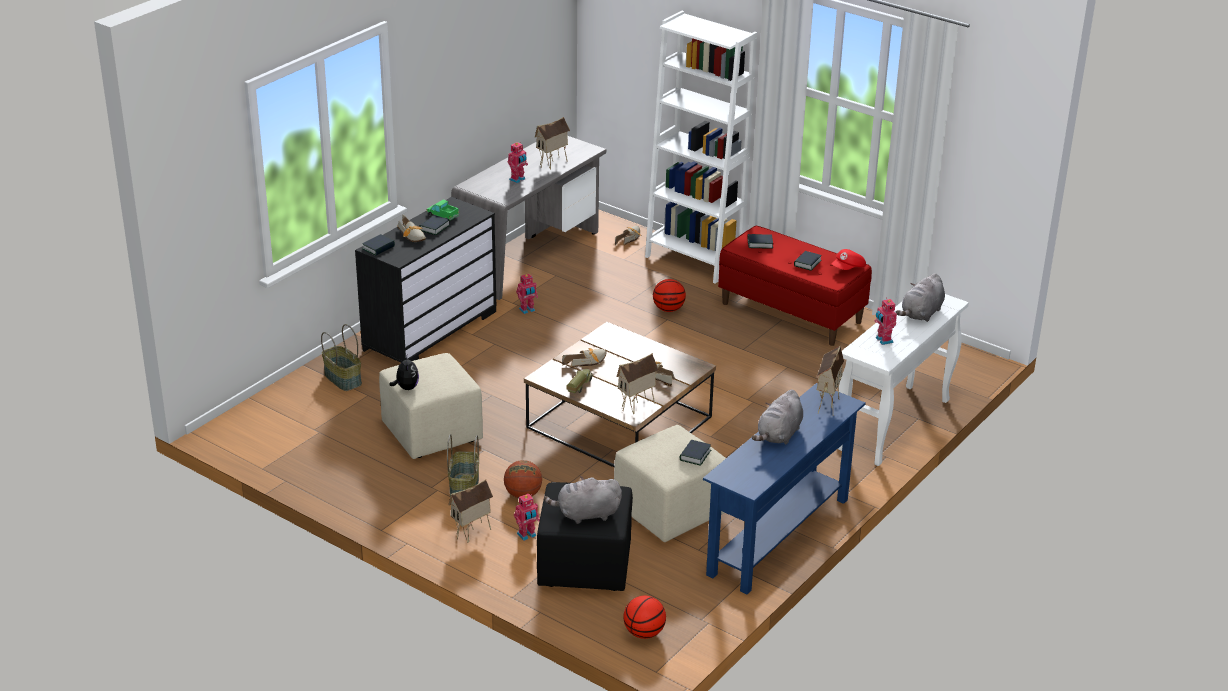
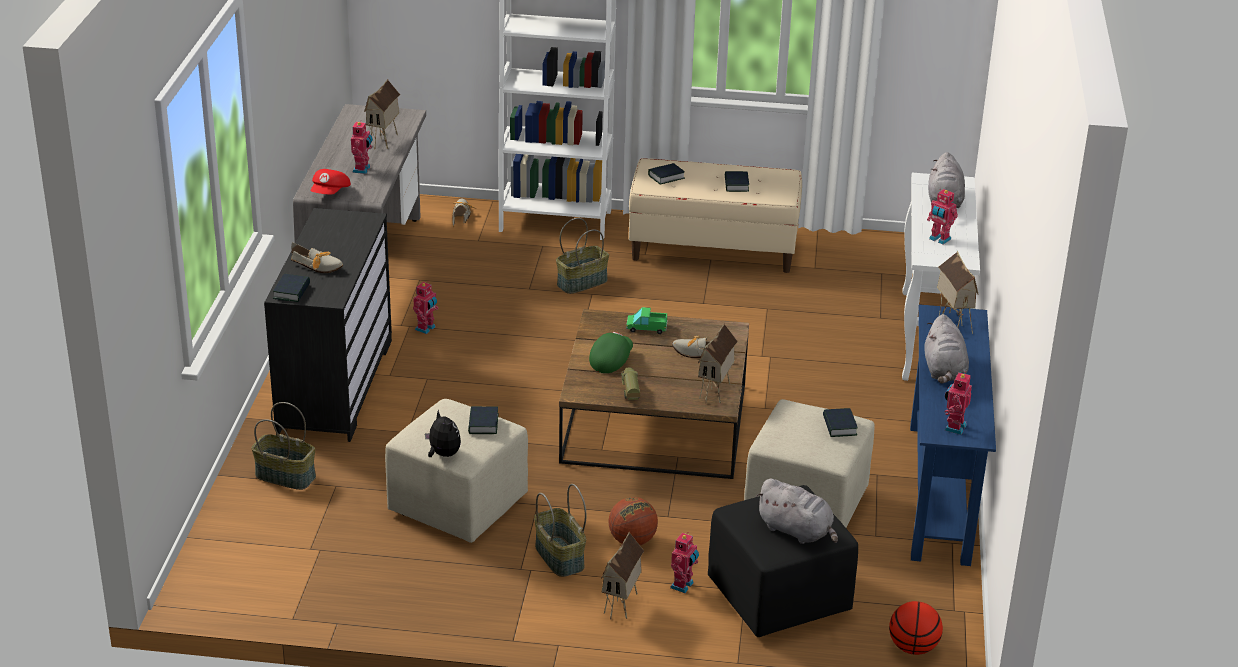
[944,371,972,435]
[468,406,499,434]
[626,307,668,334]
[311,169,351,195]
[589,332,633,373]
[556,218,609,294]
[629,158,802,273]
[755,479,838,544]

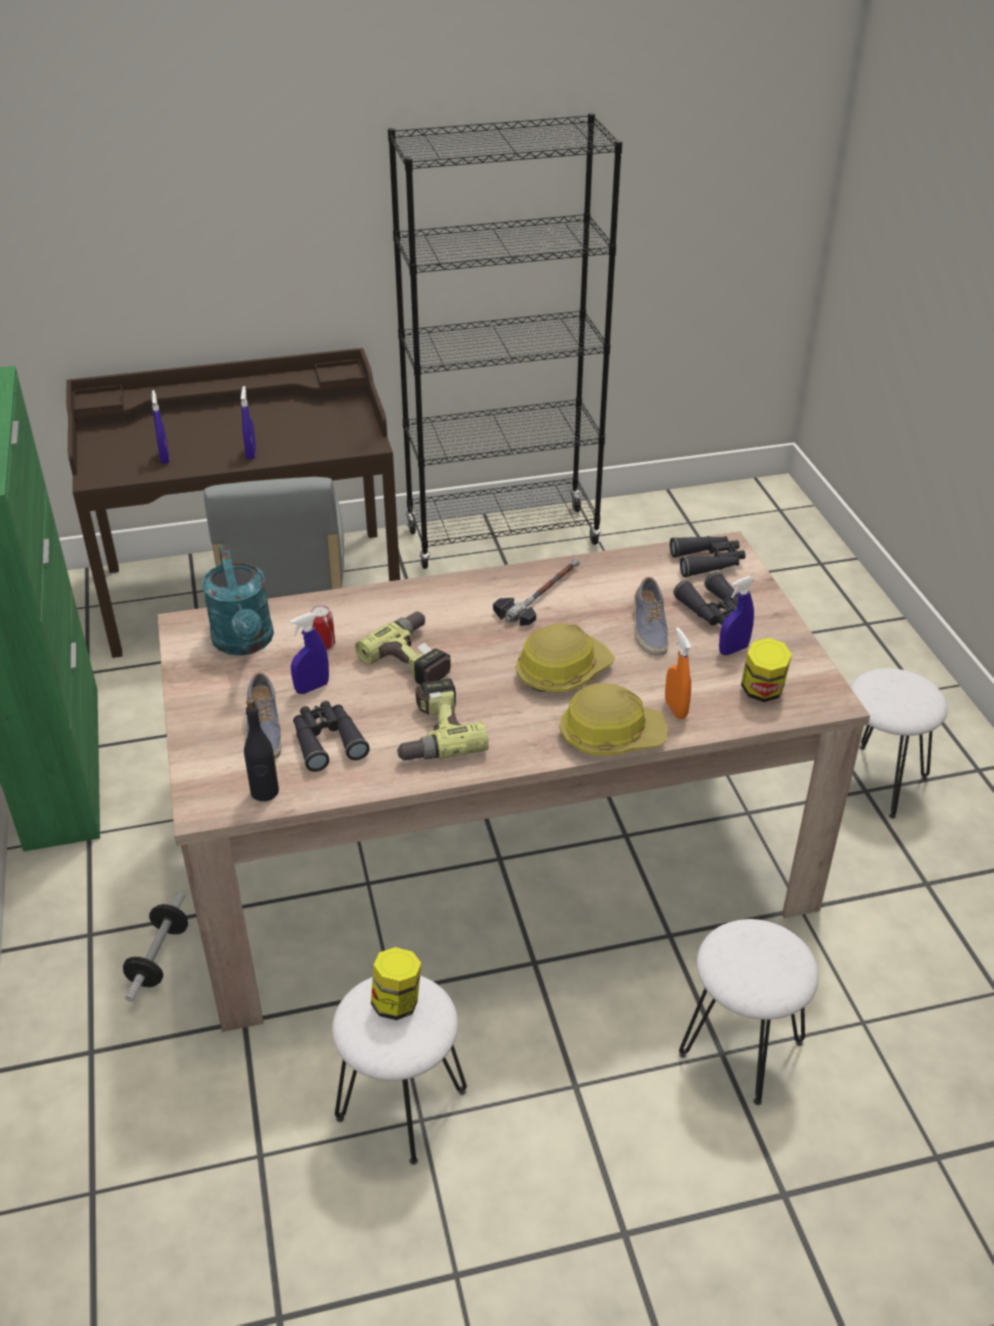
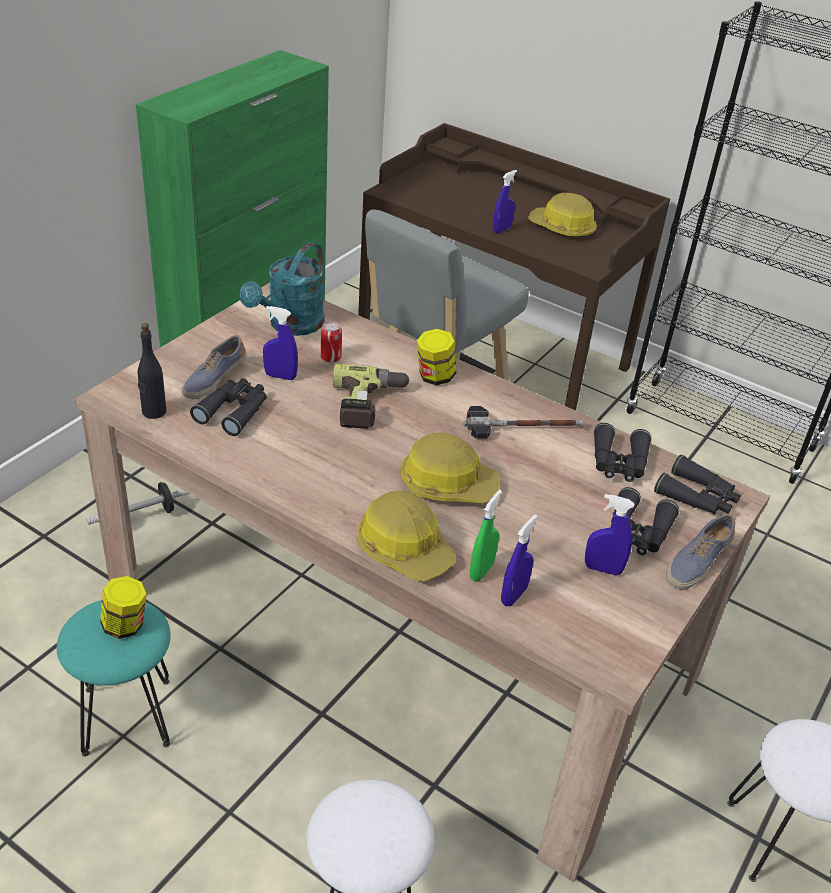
[395,678,489,761] (first image)
[528,193,597,238]
[593,423,652,482]
[501,514,538,607]
[666,514,736,590]
[417,329,456,385]
[57,600,171,757]
[470,490,502,582]

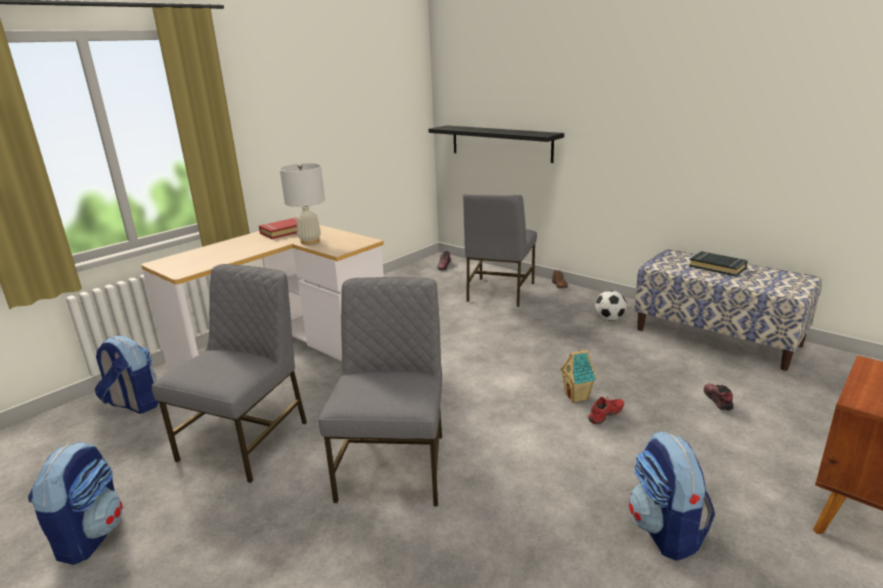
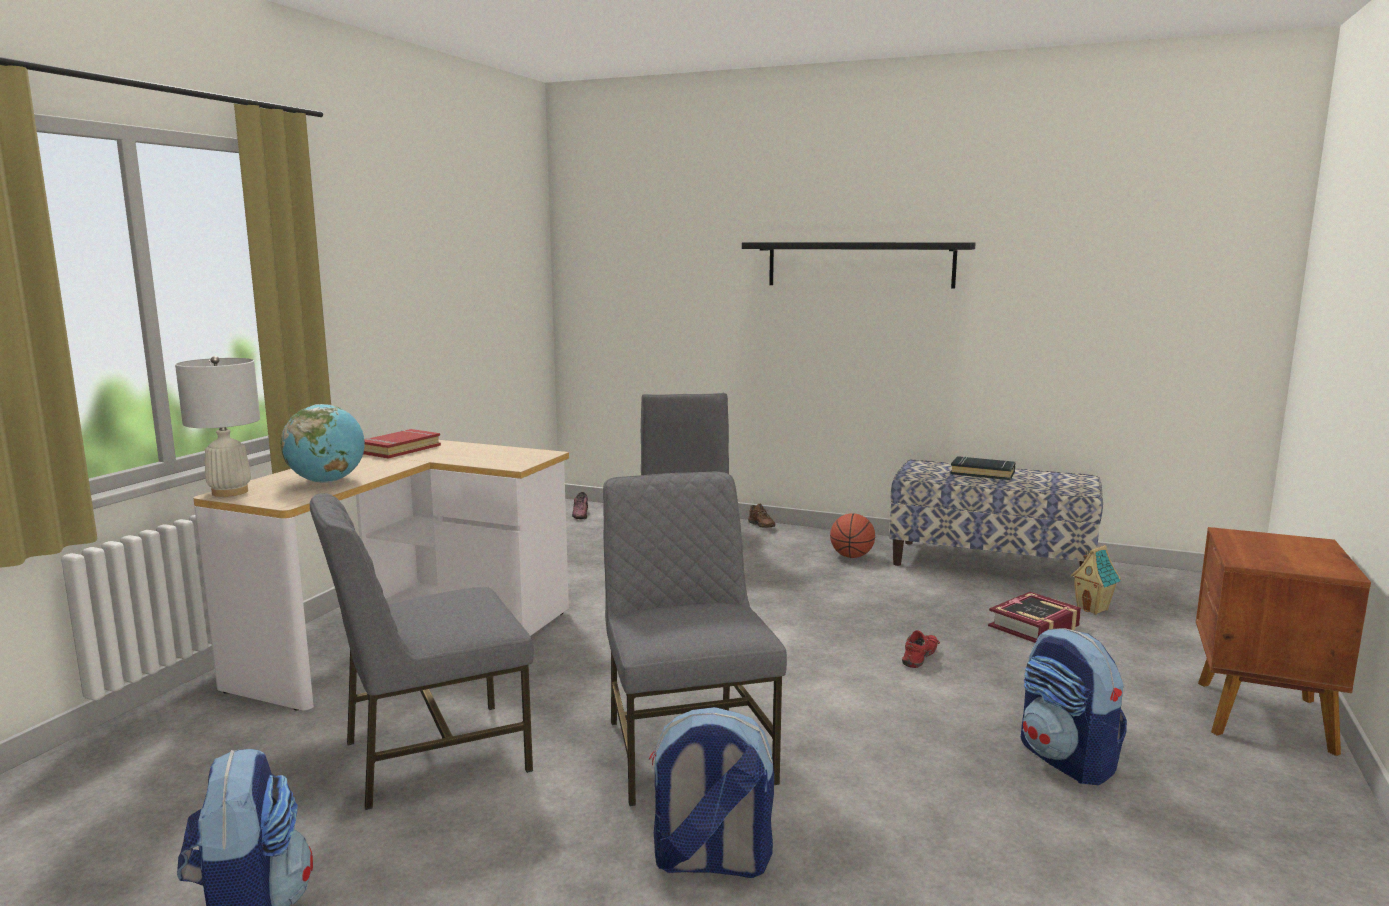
[281,404,365,483]
[649,707,774,878]
[175,356,260,497]
[742,242,976,289]
[1070,545,1121,614]
[830,513,875,558]
[988,592,1081,643]
[310,493,534,810]

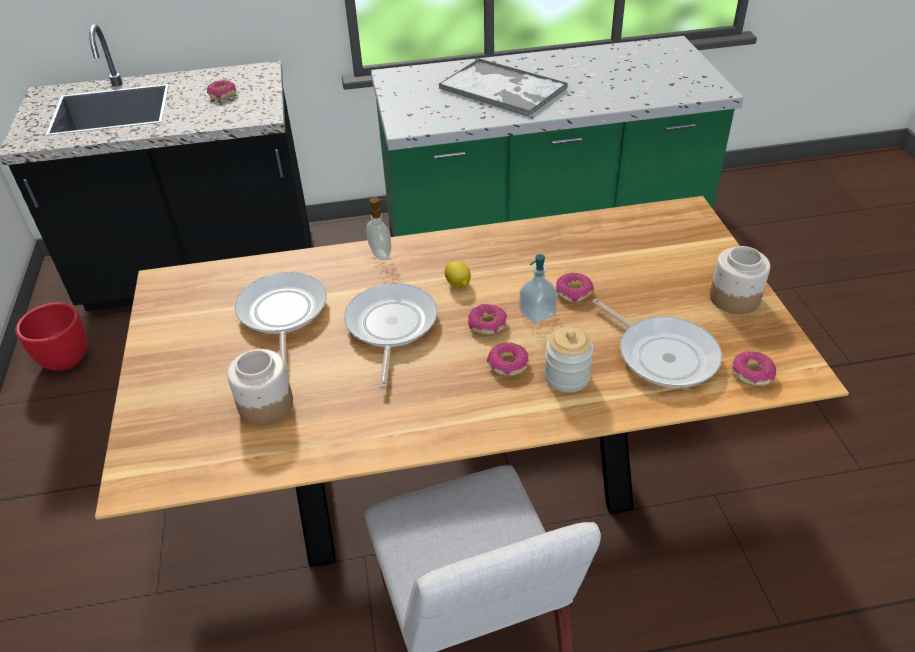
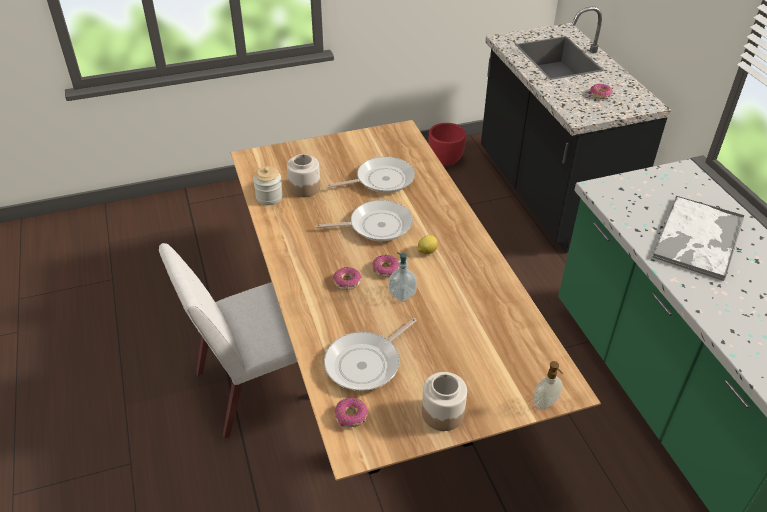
[556,273,594,302] (first image)
[534,361,563,410]
[253,166,283,205]

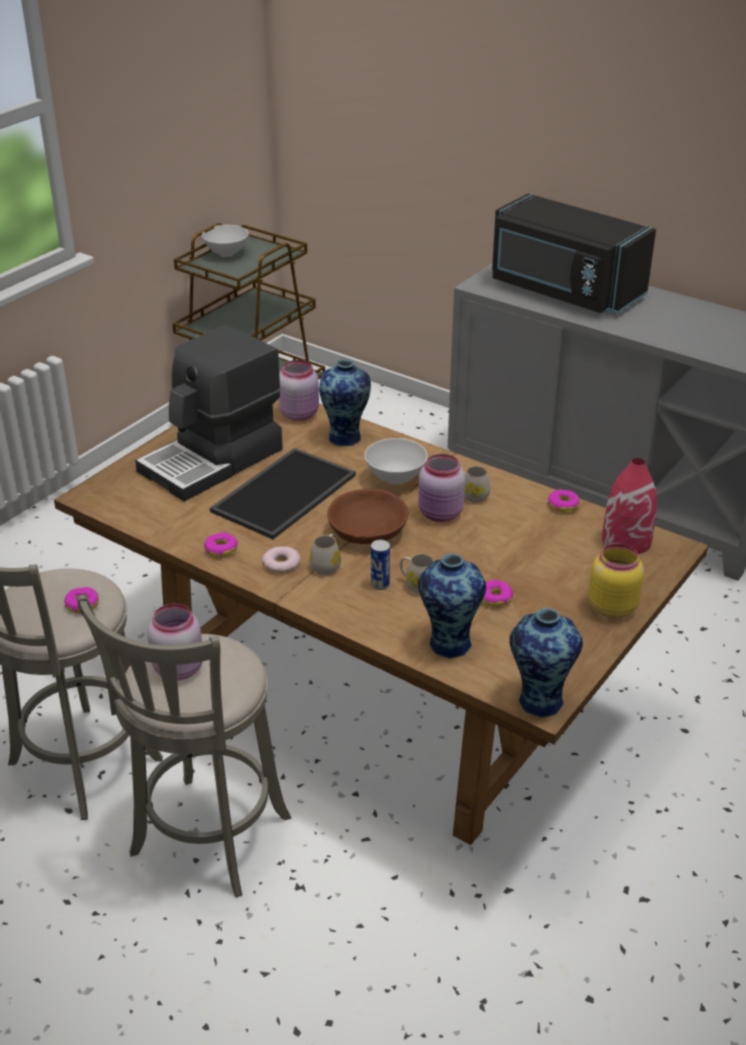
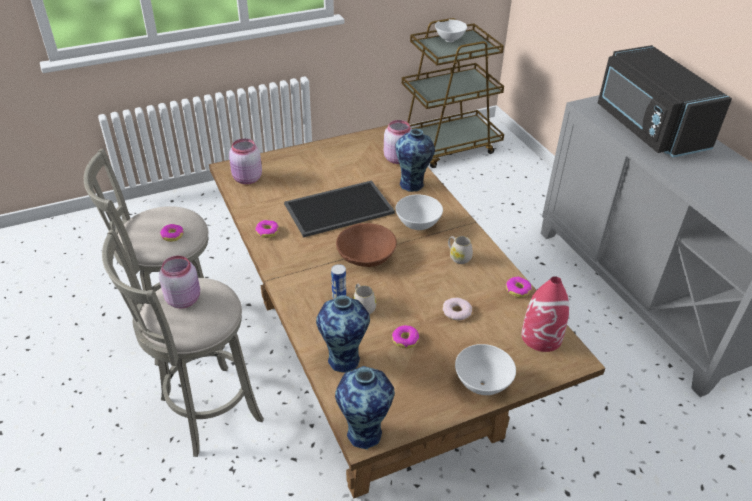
[135,325,283,501] (first image)
[310,534,341,575] (first image)
[443,298,472,321]
[229,139,262,184]
[455,344,516,395]

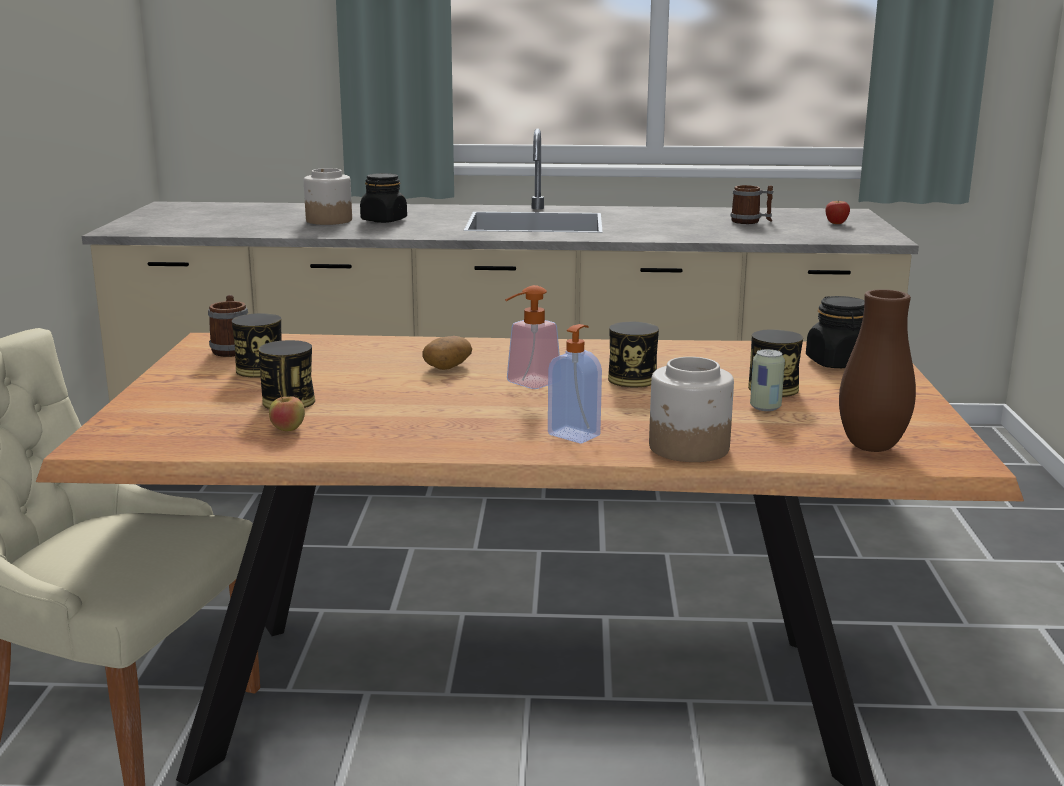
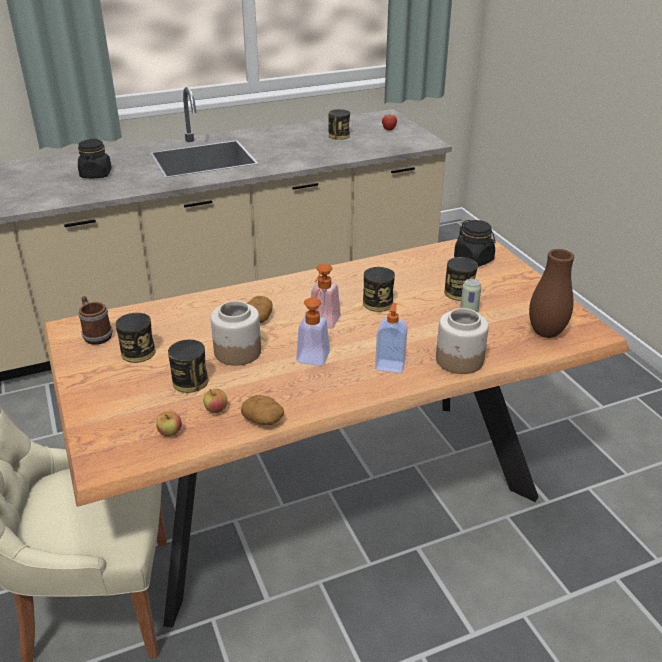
[156,411,182,437]
[241,395,284,425]
[296,288,330,366]
[211,301,261,366]
[329,109,350,140]

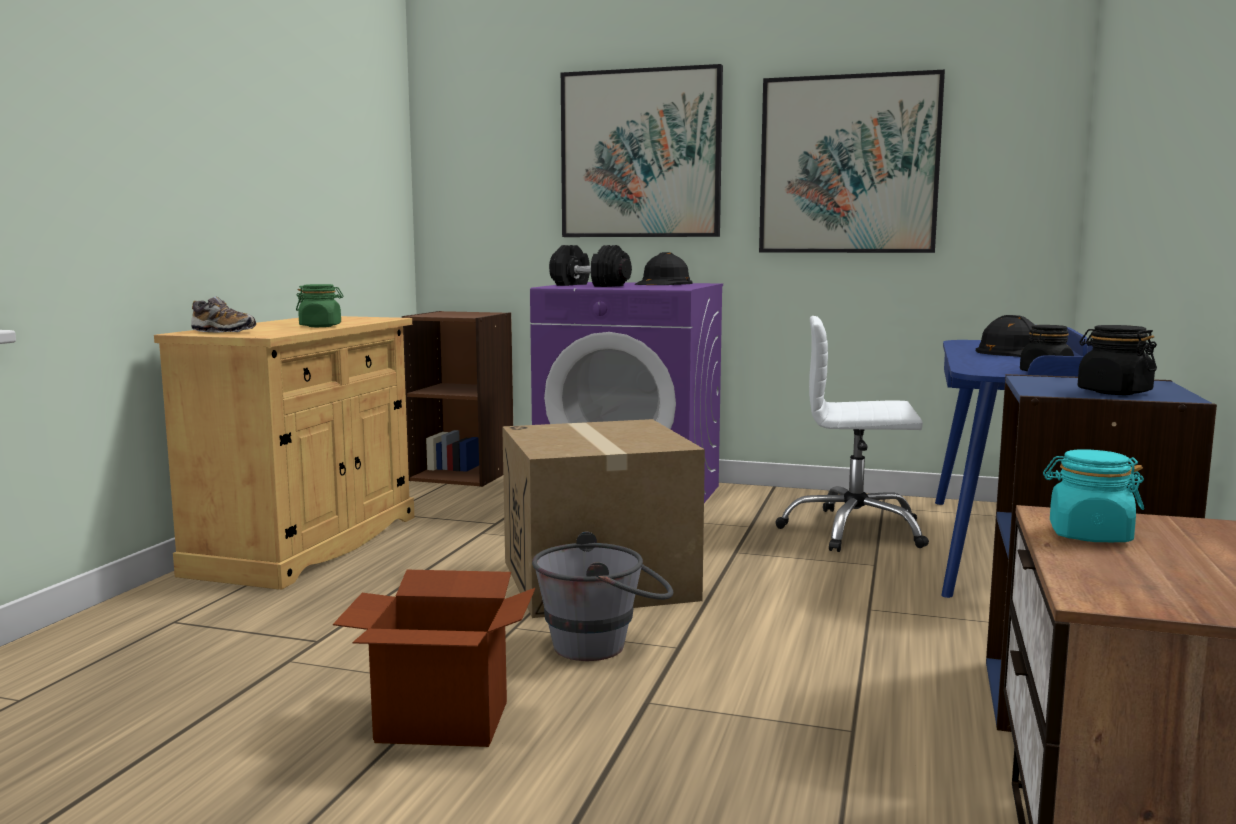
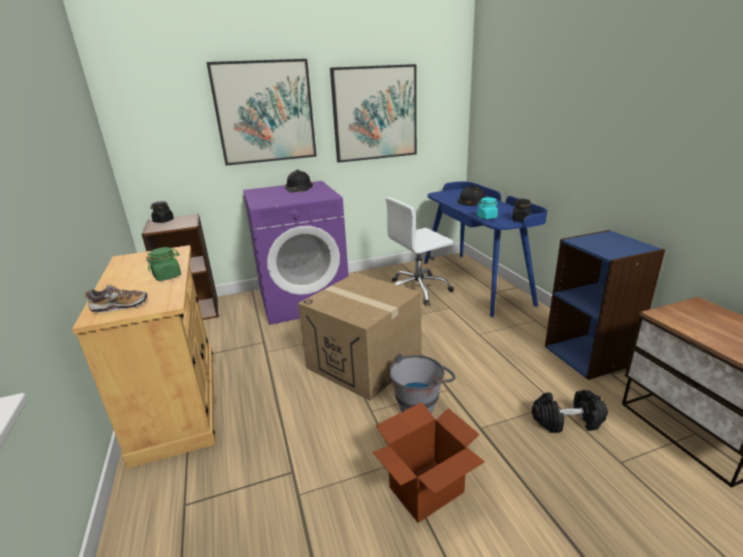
[532,390,608,433]
[477,197,498,219]
[151,201,174,223]

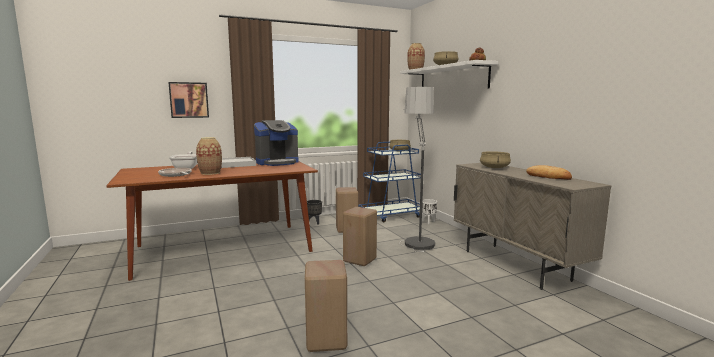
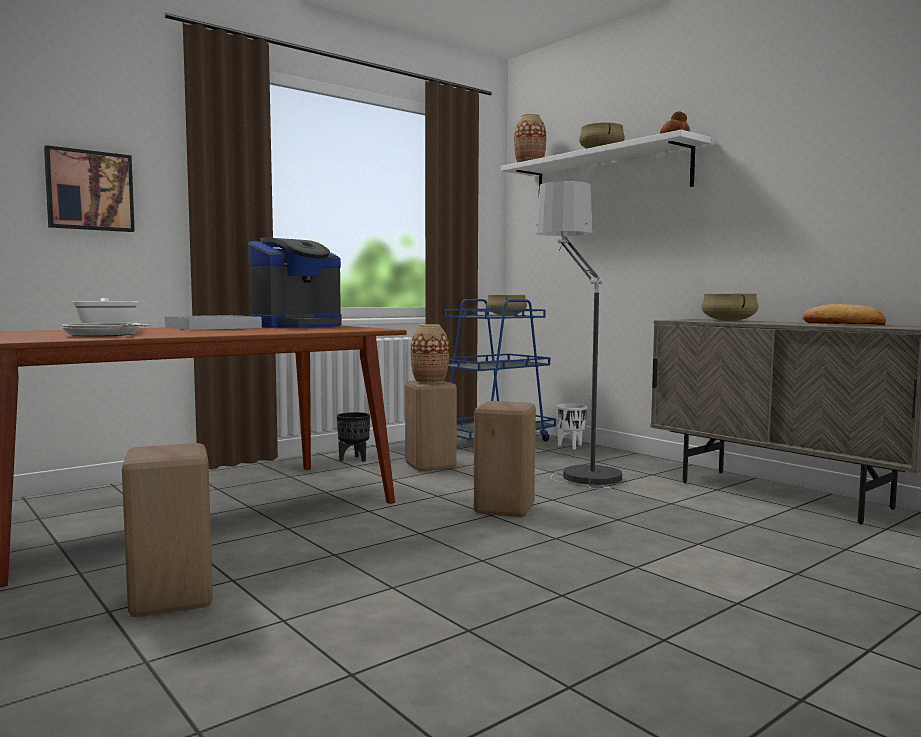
[411,324,449,384]
[122,443,213,617]

